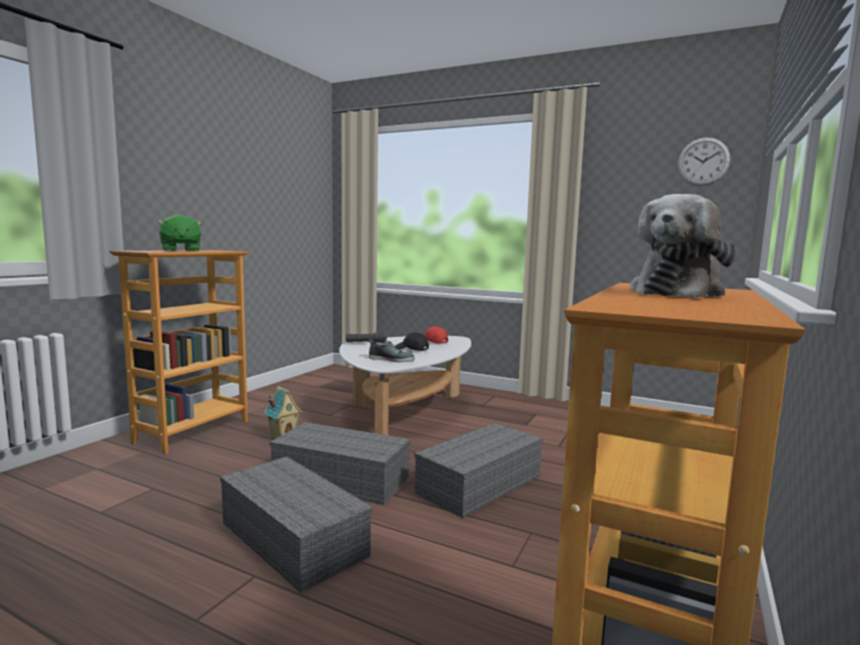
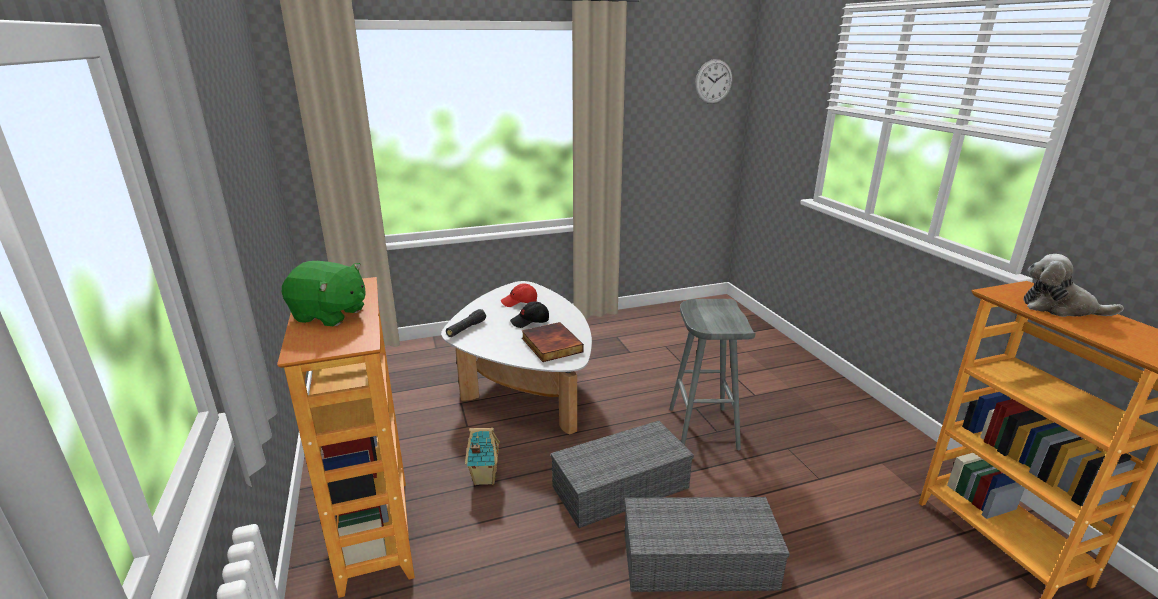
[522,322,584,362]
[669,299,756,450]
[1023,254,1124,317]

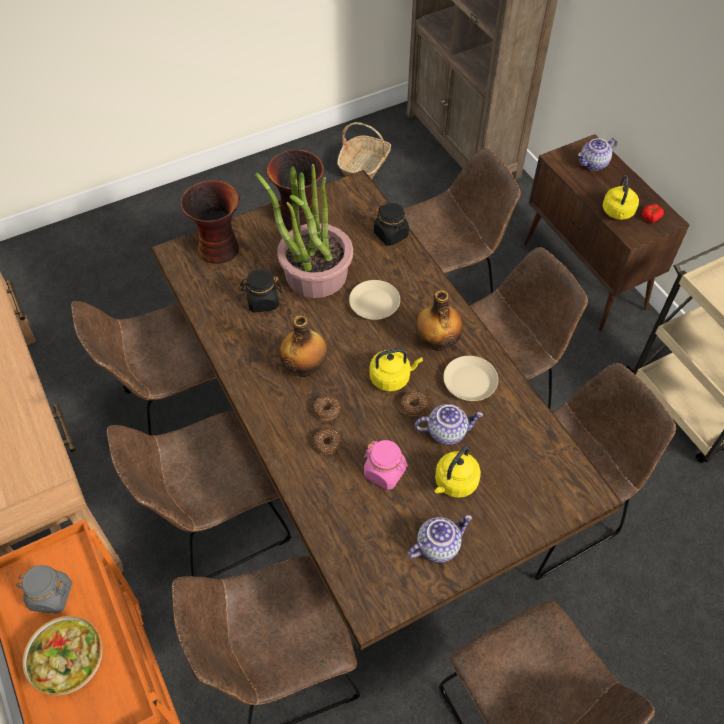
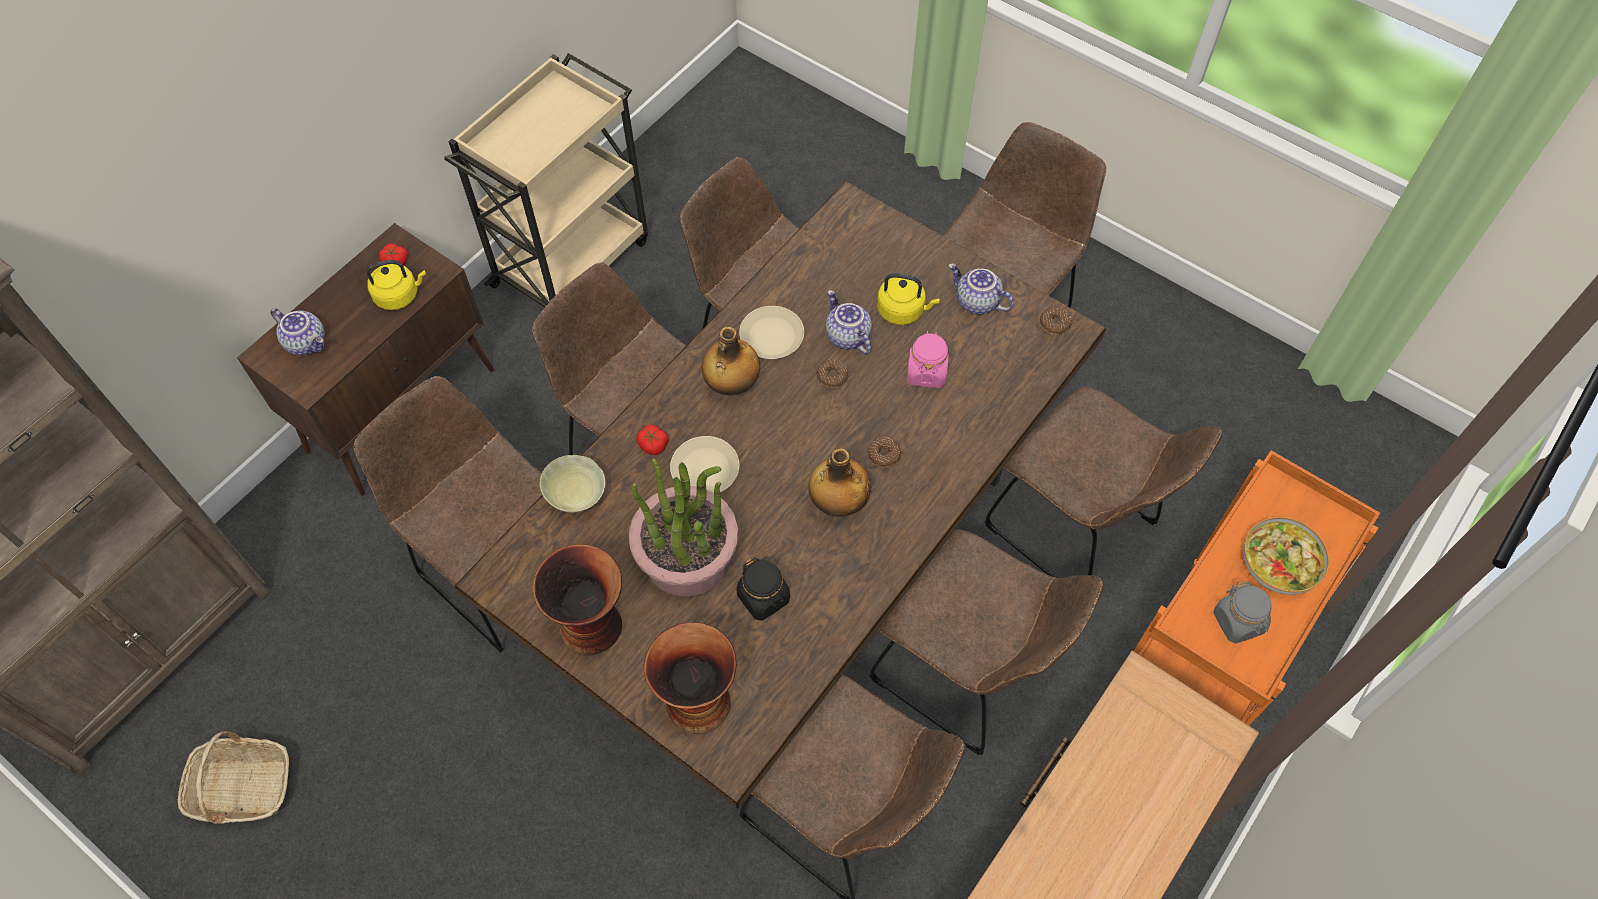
[369,348,423,392] (first image)
[636,425,669,455]
[1040,307,1072,335]
[540,455,605,513]

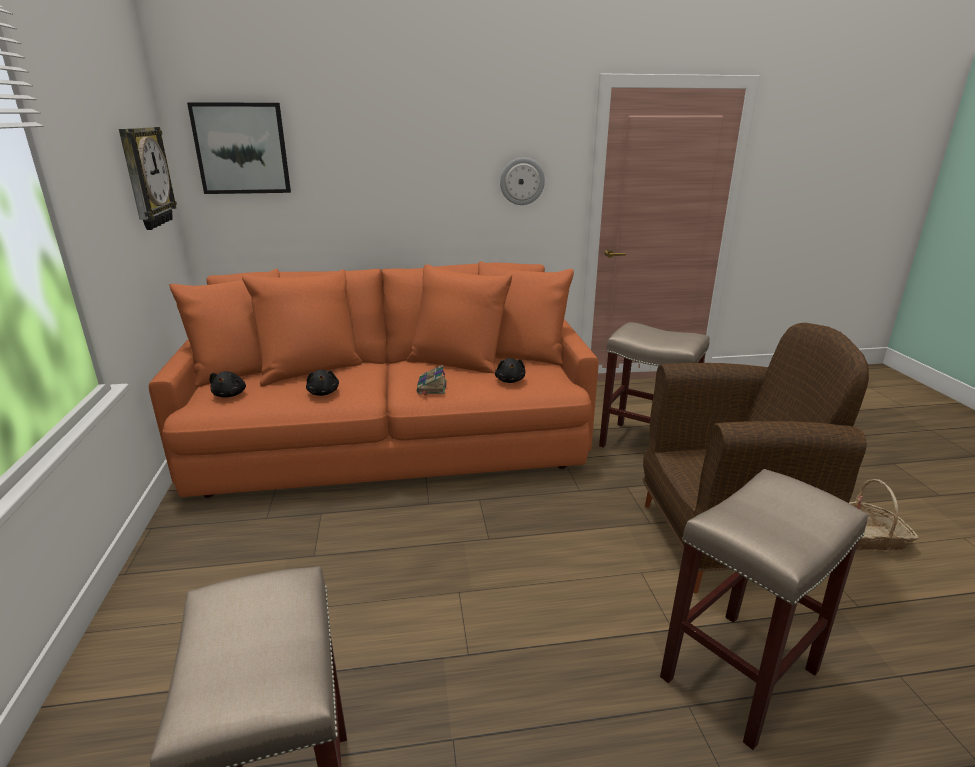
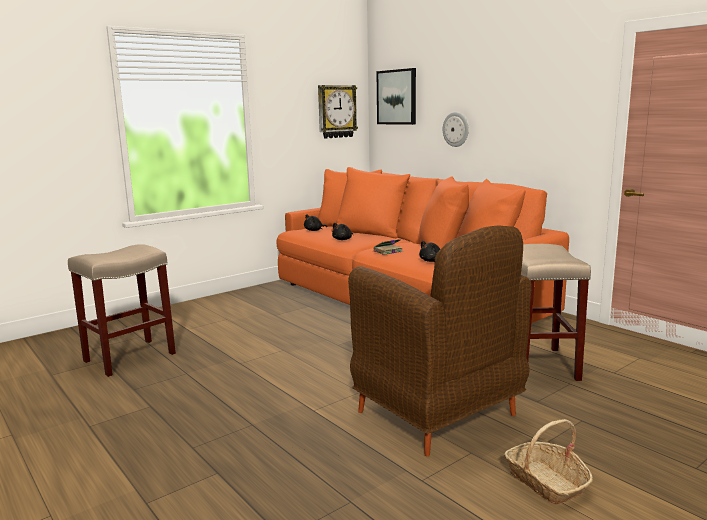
[660,469,868,750] (first image)
[443,112,469,147]

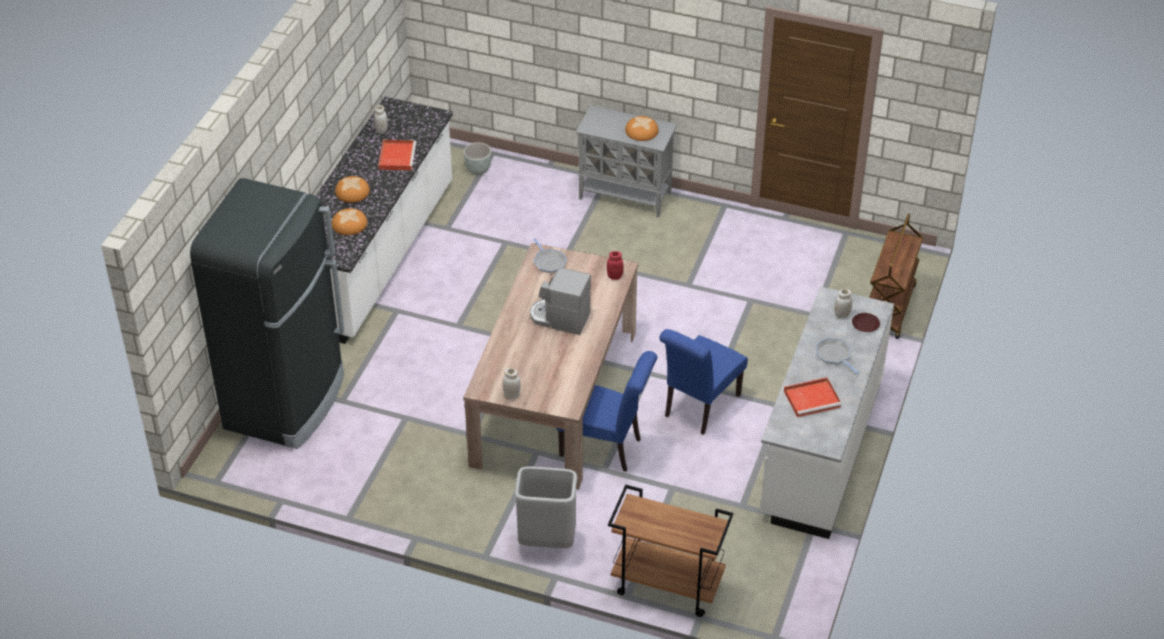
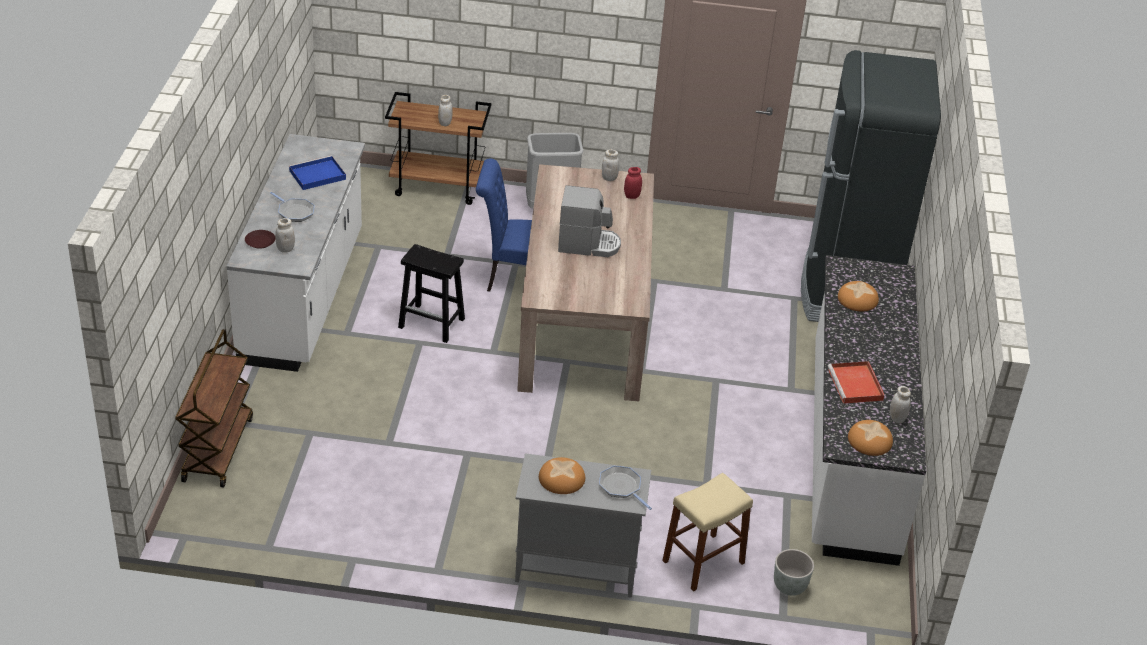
[438,95,453,126]
[662,473,753,591]
[848,420,893,456]
[599,466,652,510]
[624,167,642,199]
[398,244,465,343]
[289,155,346,190]

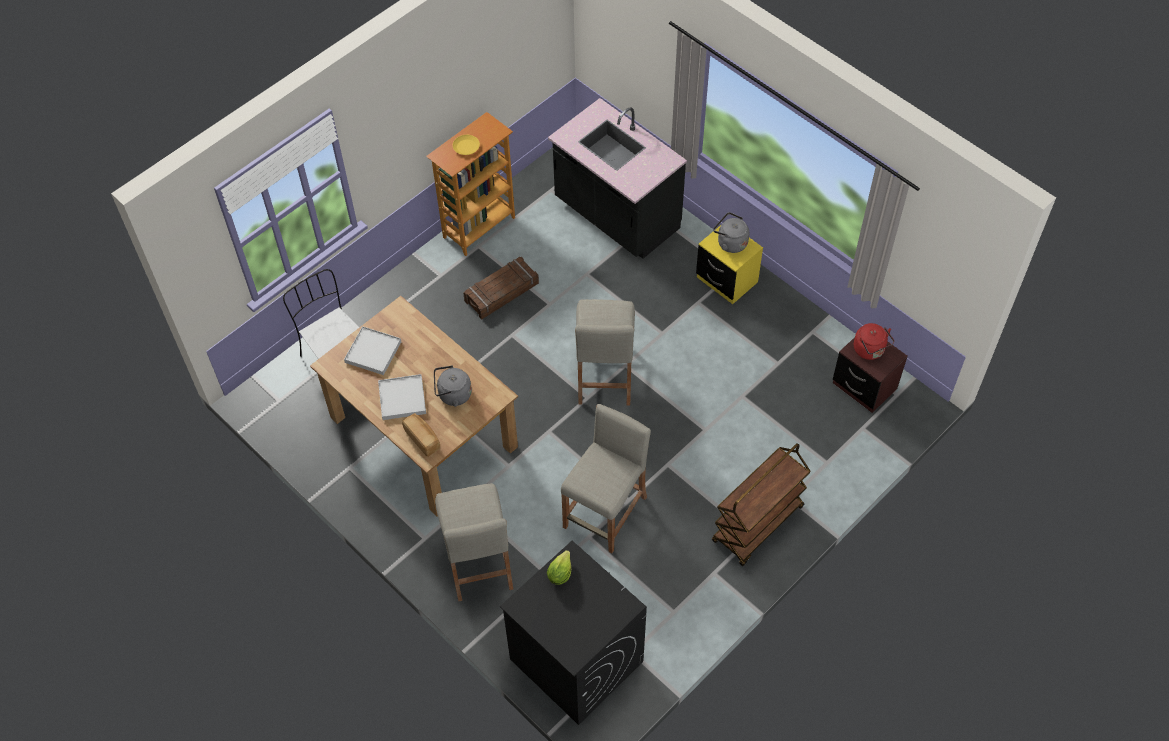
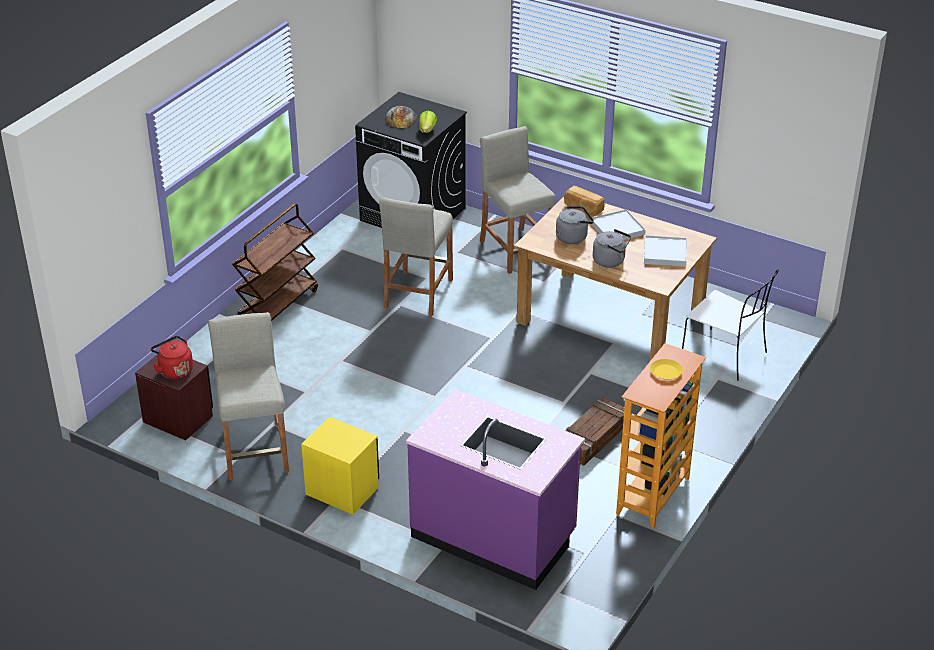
[385,106,417,128]
[208,312,289,481]
[593,229,631,268]
[406,389,585,590]

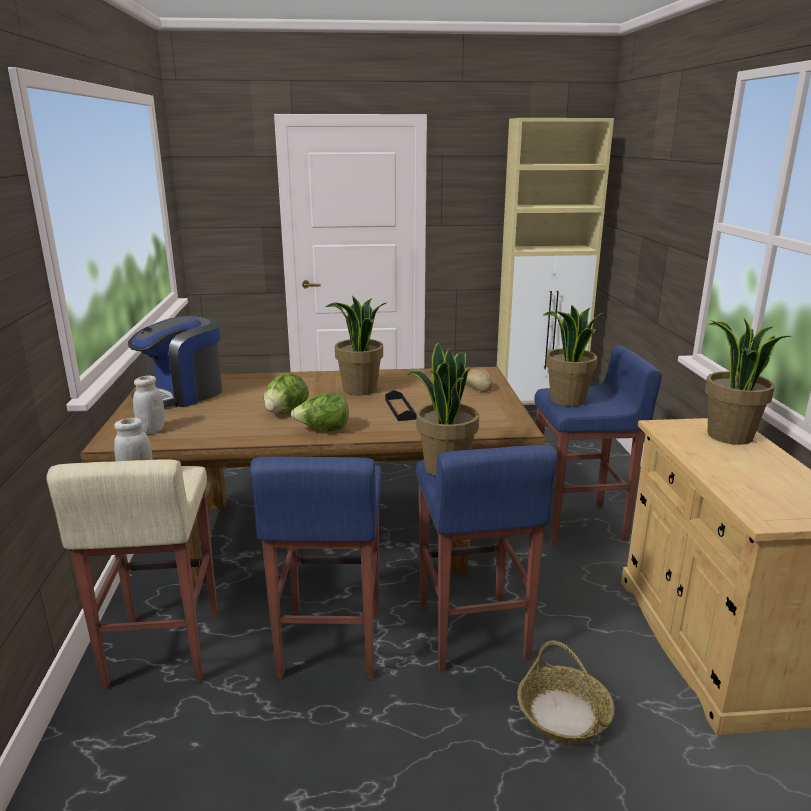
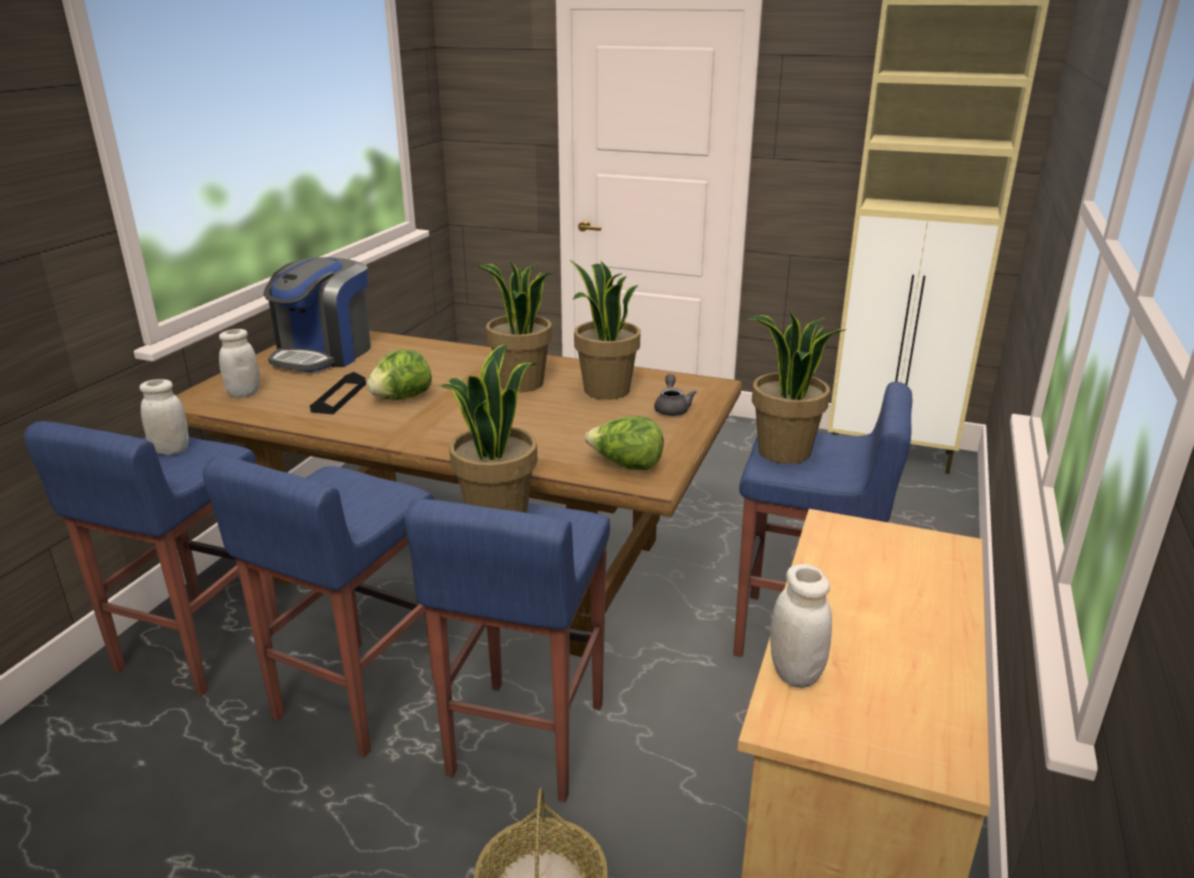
[770,564,832,688]
[585,416,664,470]
[310,372,366,414]
[570,260,641,400]
[654,374,697,416]
[24,421,279,696]
[263,257,371,372]

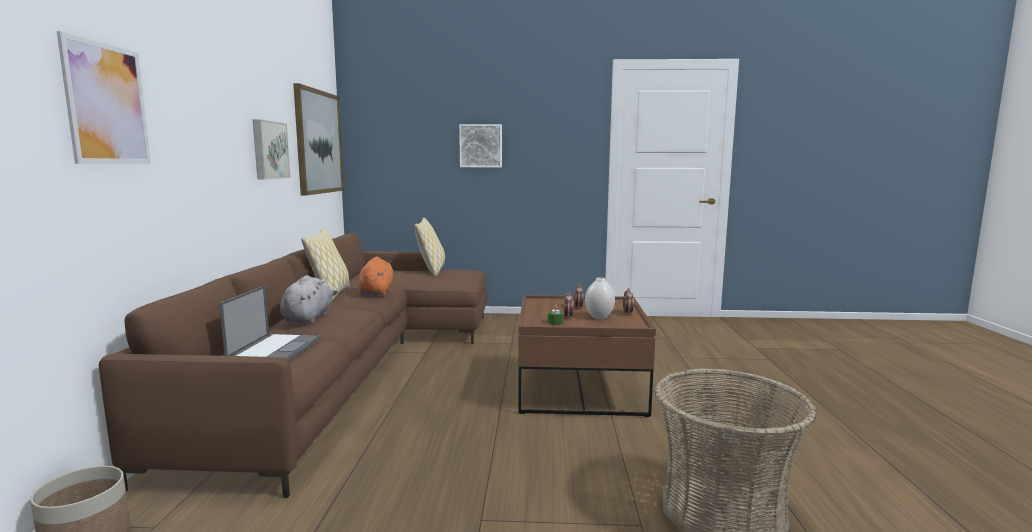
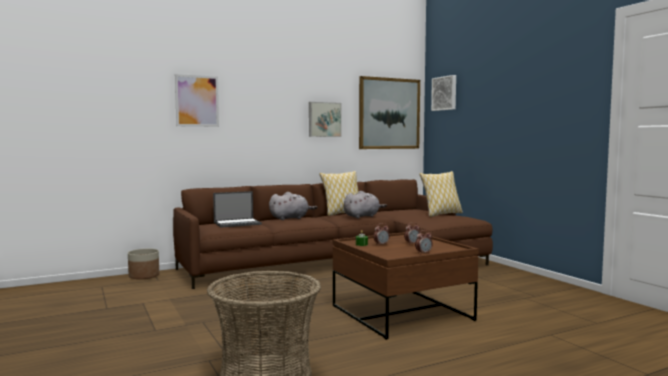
[585,277,615,319] (first image)
[431,75,456,111]
[344,191,387,218]

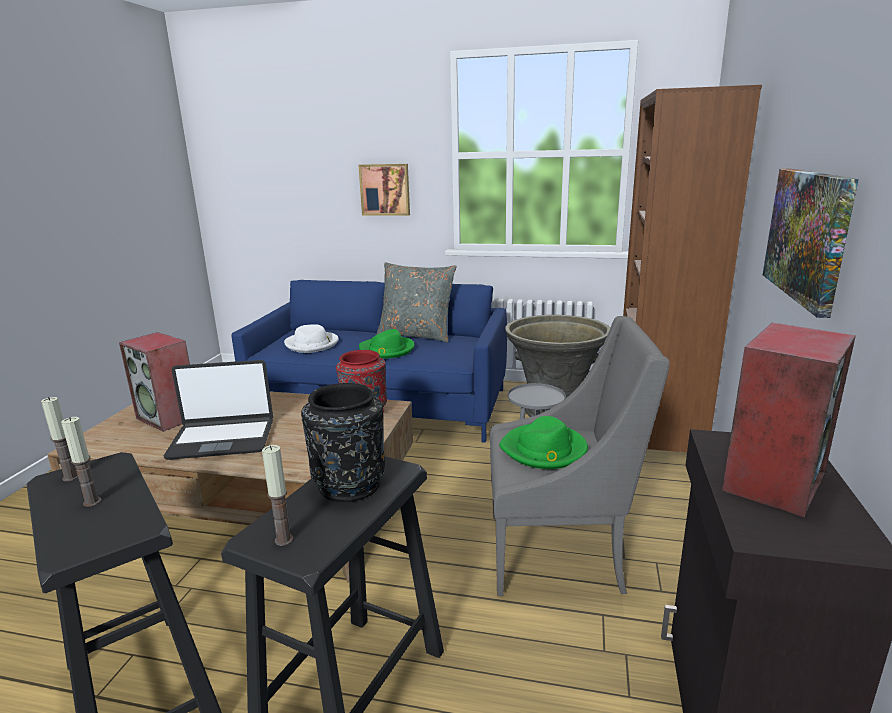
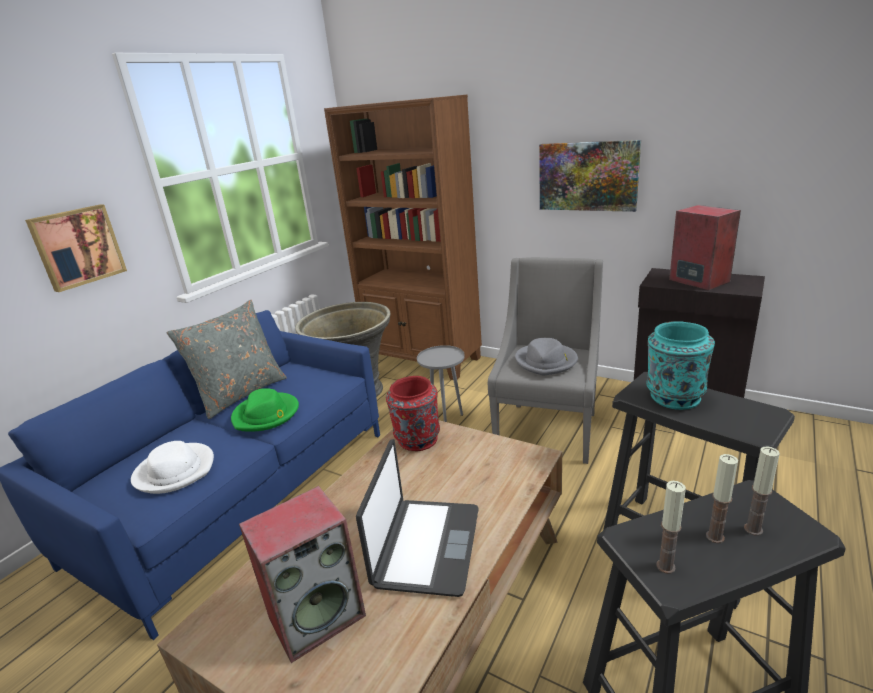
[744,446,780,536]
[646,321,715,410]
[515,338,578,375]

